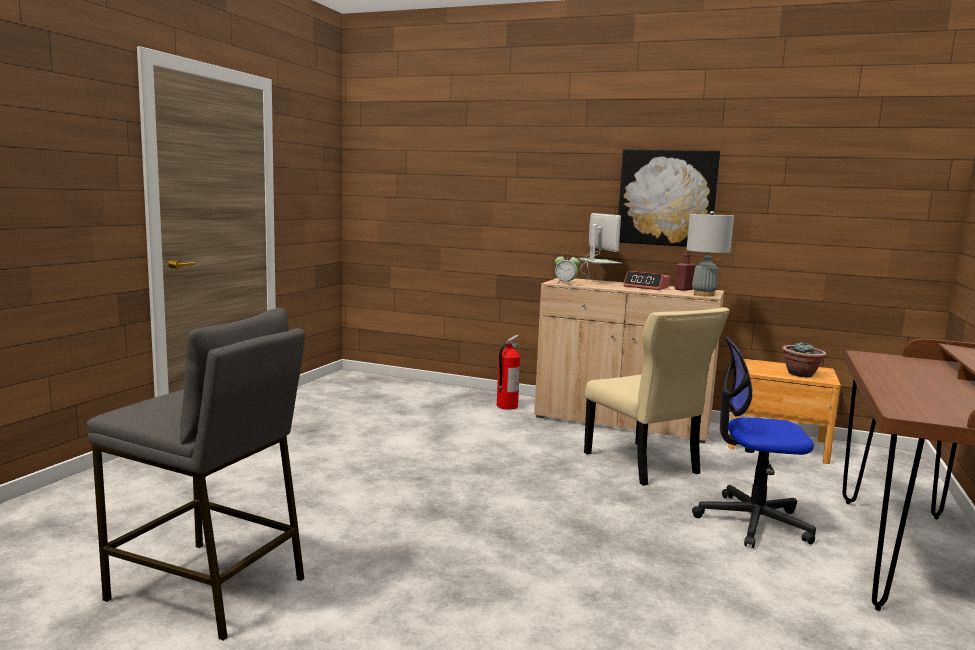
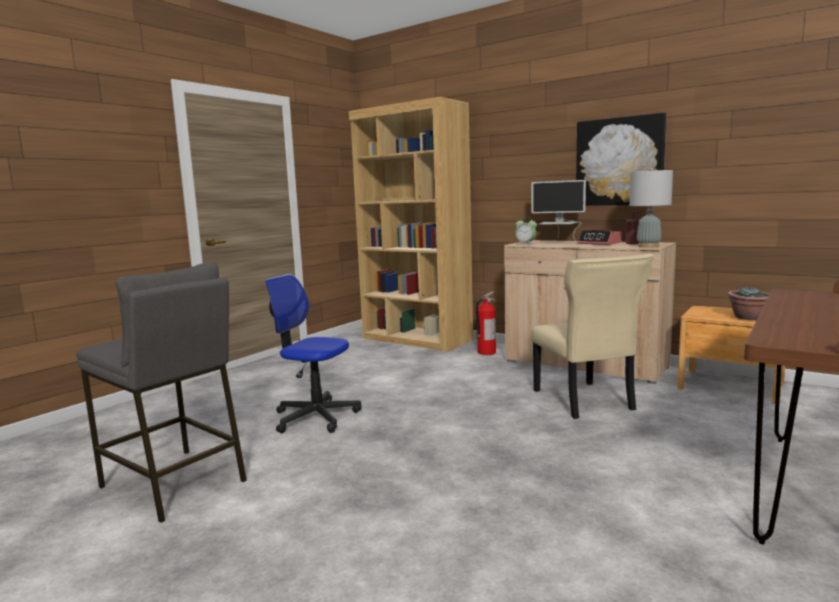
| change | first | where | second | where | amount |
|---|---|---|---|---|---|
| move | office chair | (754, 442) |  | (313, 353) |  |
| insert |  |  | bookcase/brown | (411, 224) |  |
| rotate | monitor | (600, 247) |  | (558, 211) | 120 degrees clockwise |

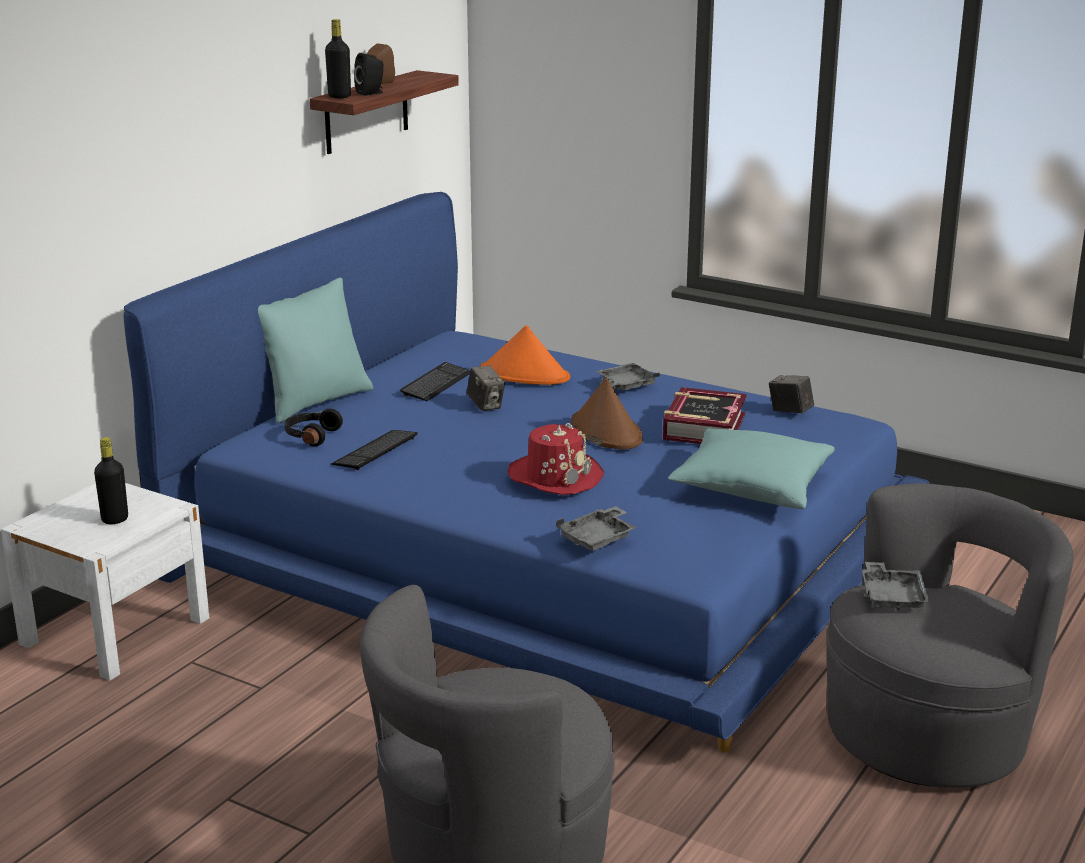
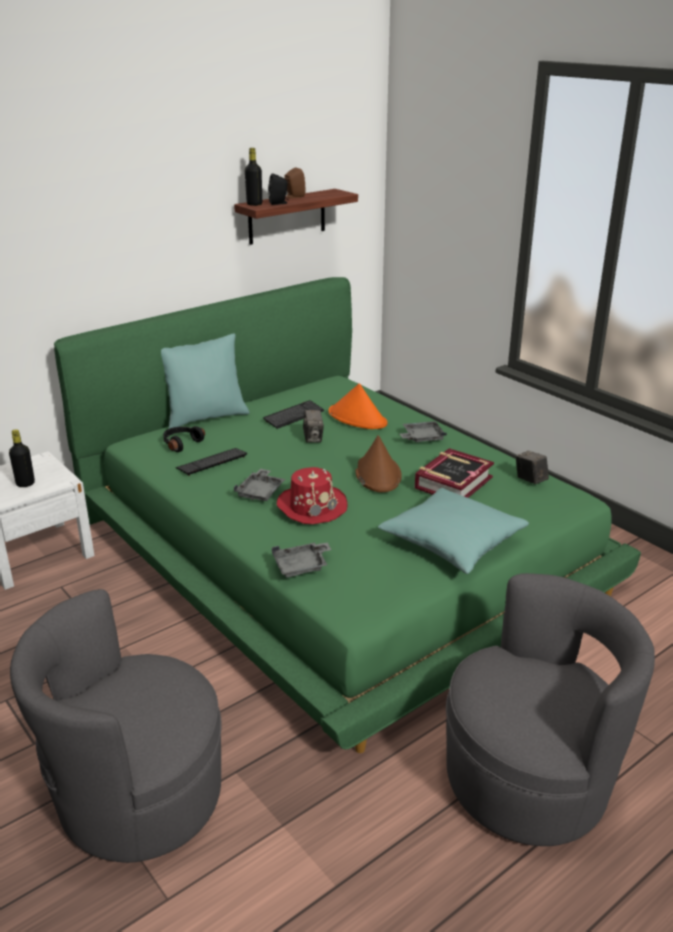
| change | first | where | second | where | amount |
|---|---|---|---|---|---|
| recolor | bed/blue | (526, 472) | bed/green | (347, 515) |  |
| move | tray/grey | (895, 586) |  | (259, 485) |  |

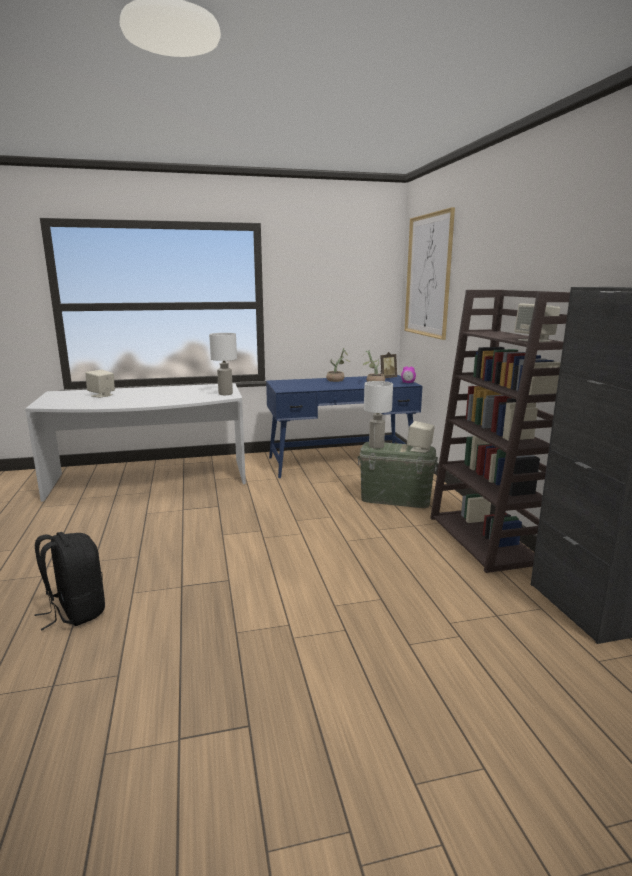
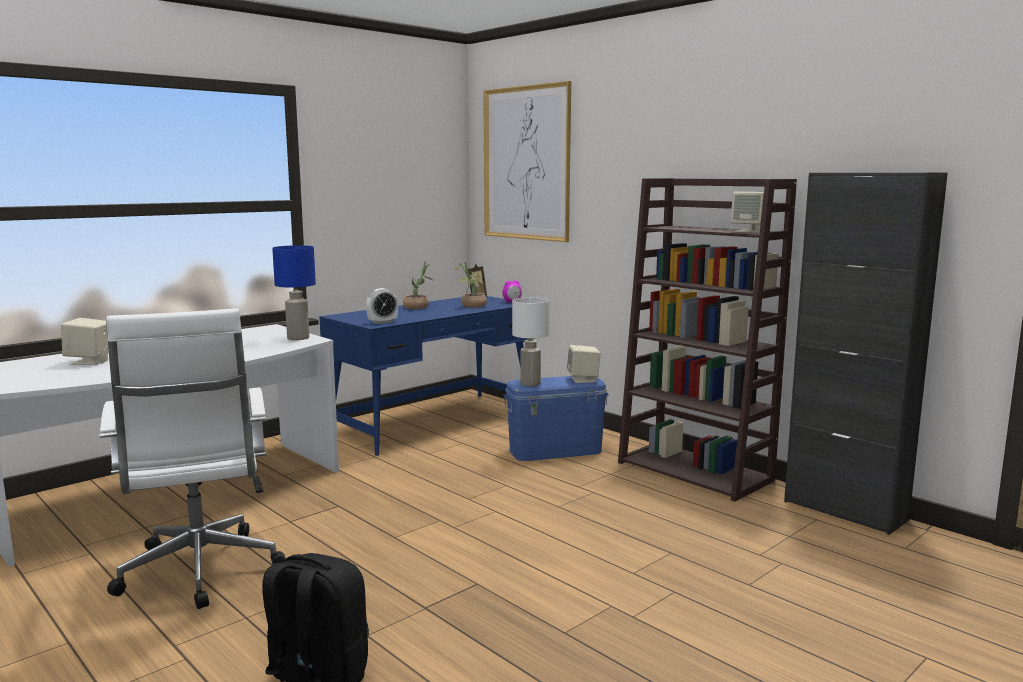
| change | first | where | second | where | amount |
|---|---|---|---|---|---|
| insert |  |  | office chair/white | (192, 458) |  |
| recolor | table lamp/white | (223, 364) | table lamp/blue | (294, 292) |  |
| insert |  |  | alarm clock | (382, 306) |  |
| recolor | storage box/green | (398, 475) | storage box/blue | (556, 418) |  |

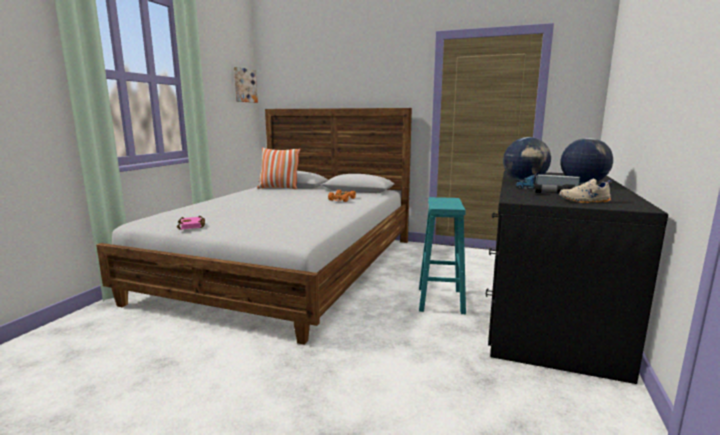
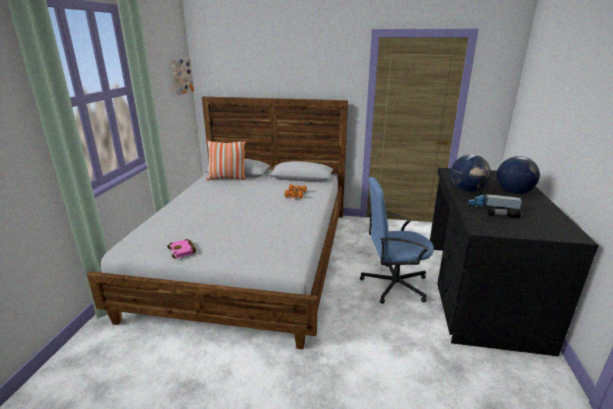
| change | first | where | second | where | amount |
|---|---|---|---|---|---|
| replace | stool/turquoise | (442, 255) | office chair/blue | (397, 240) |  |
| delete | shoe/beige | (585, 191) |  |  |  |

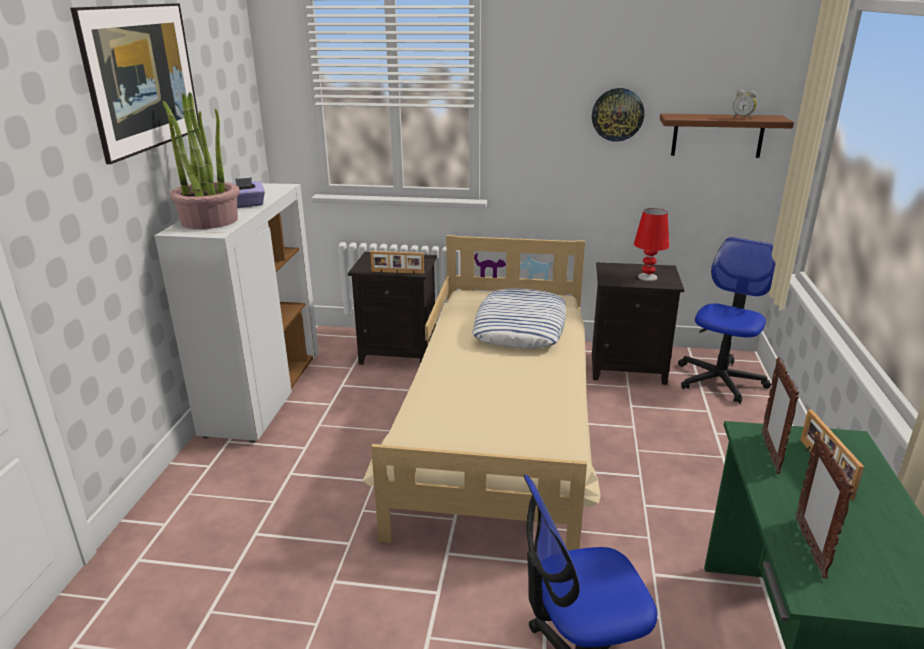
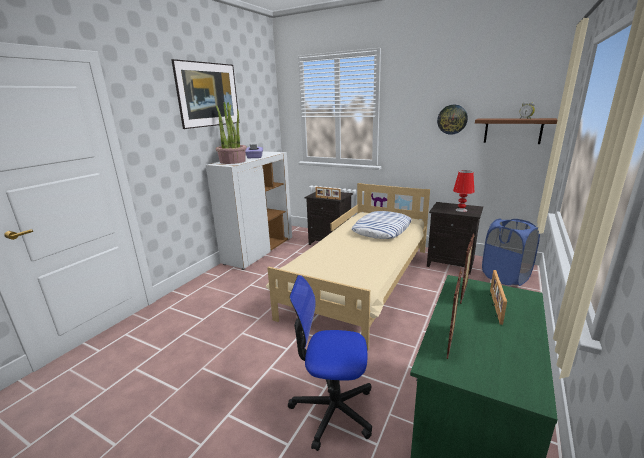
| change | first | where | second | where | amount |
|---|---|---|---|---|---|
| replace | office chair | (727, 320) | laundry basket/blue | (511, 252) |  |

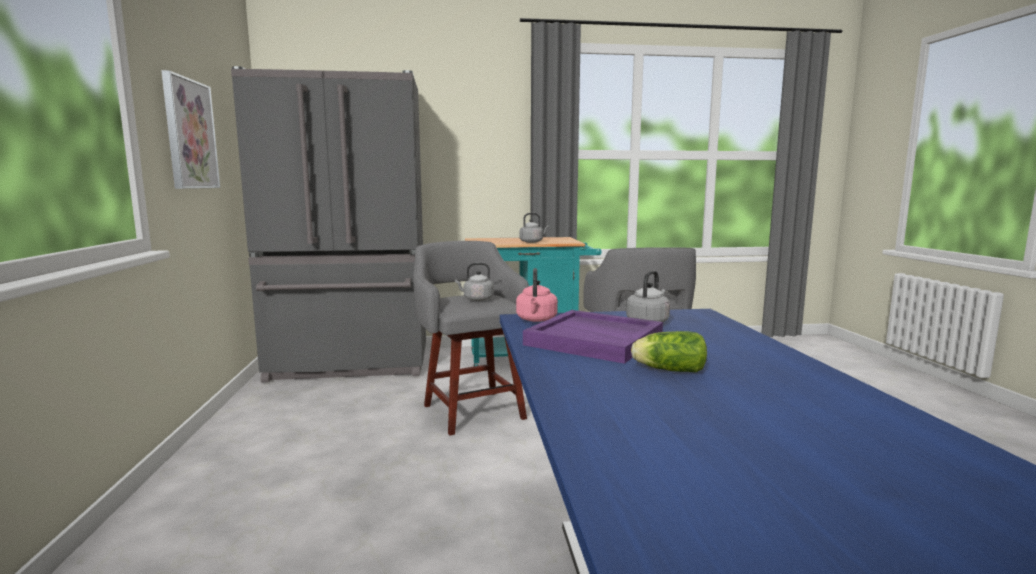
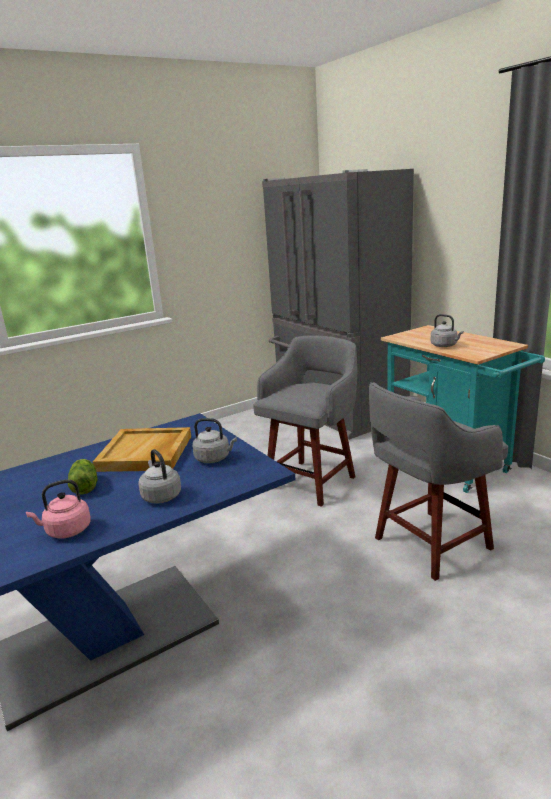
| change | first | where | second | where | amount |
|---|---|---|---|---|---|
| move | kettle/pink | (537, 295) |  | (58, 509) |  |
| recolor | tray/purple | (593, 337) | tray/beige | (142, 449) |  |
| move | kettle/grey | (474, 282) |  | (159, 476) |  |
| delete | picture | (190, 129) |  |  |  |

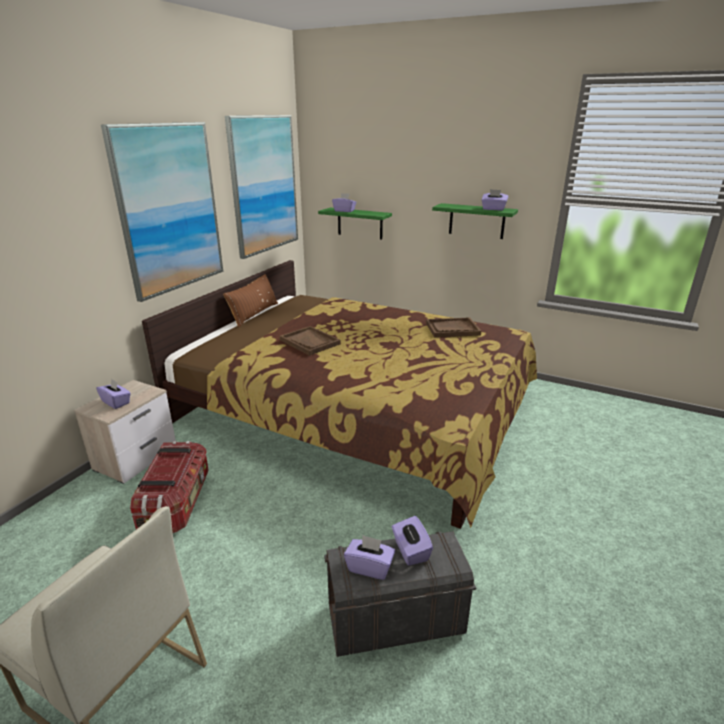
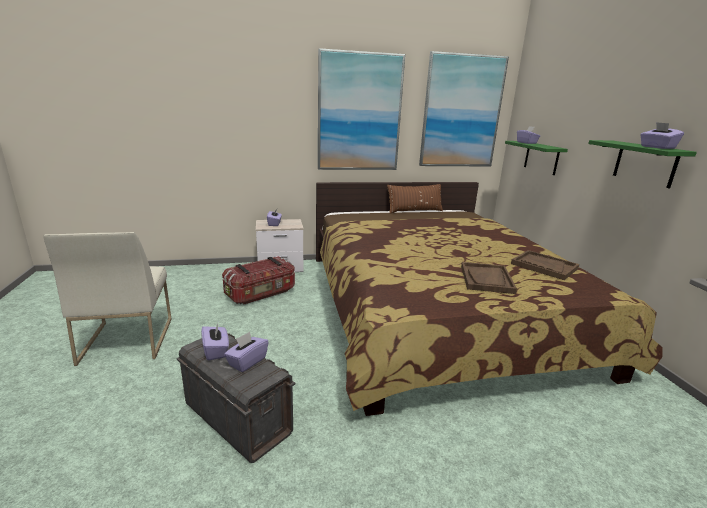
| change | first | where | second | where | amount |
|---|---|---|---|---|---|
| move | tray/brown | (310, 341) |  | (489, 278) |  |

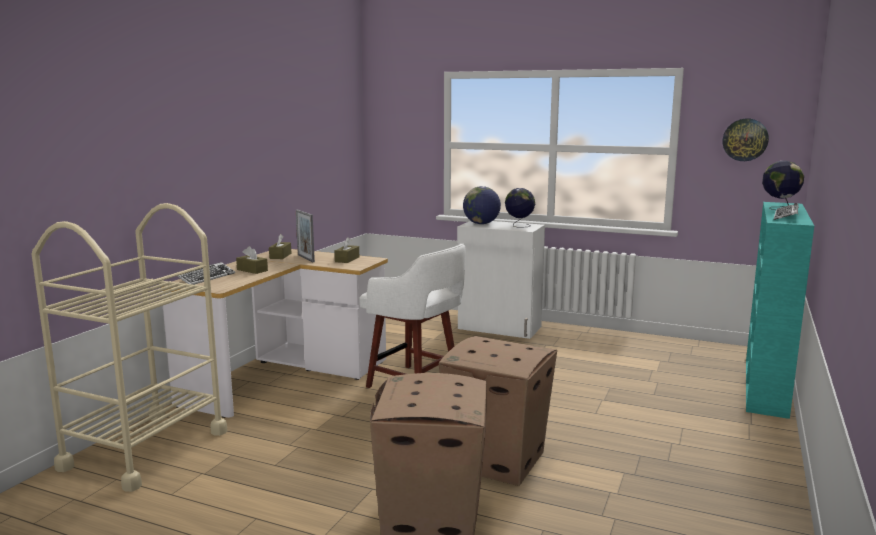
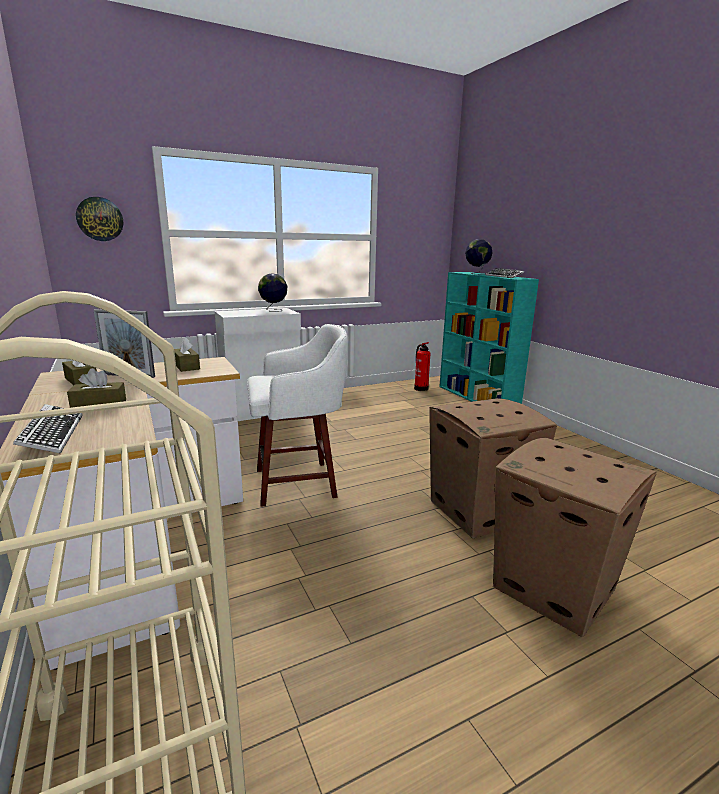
| change | first | where | second | where | amount |
|---|---|---|---|---|---|
| move | wall clock | (746, 139) |  | (99, 219) |  |
| insert |  |  | fire extinguisher | (422, 366) |  |
| delete | globe | (482, 205) |  |  |  |

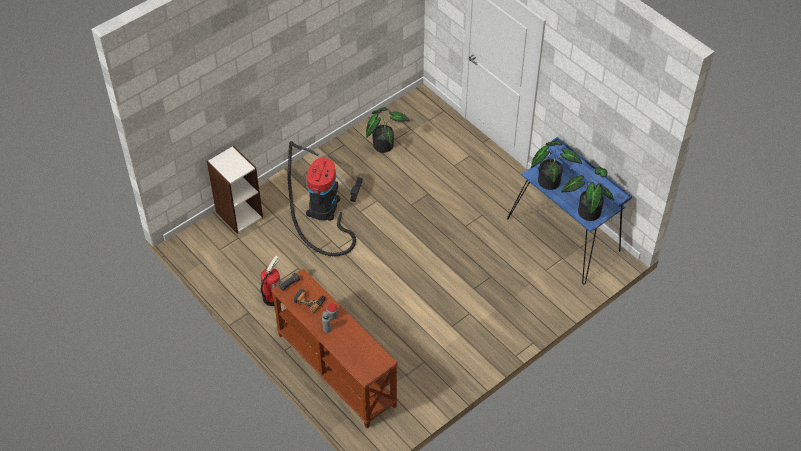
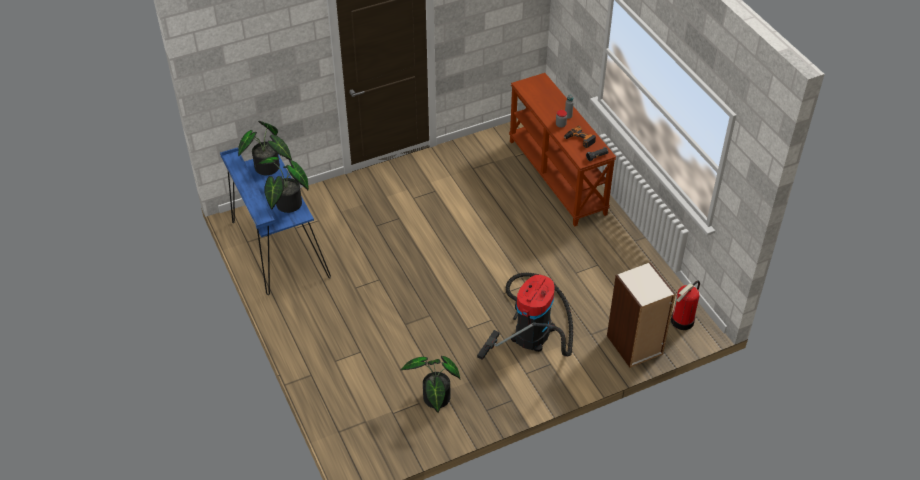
| change | first | where | second | where | amount |
|---|---|---|---|---|---|
| move | fire extinguisher | (270, 281) |  | (685, 305) |  |

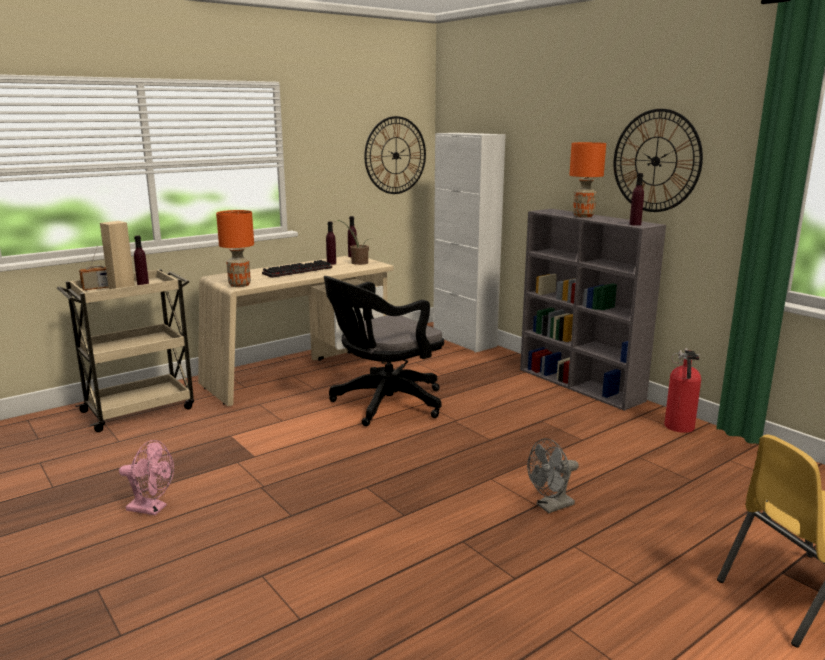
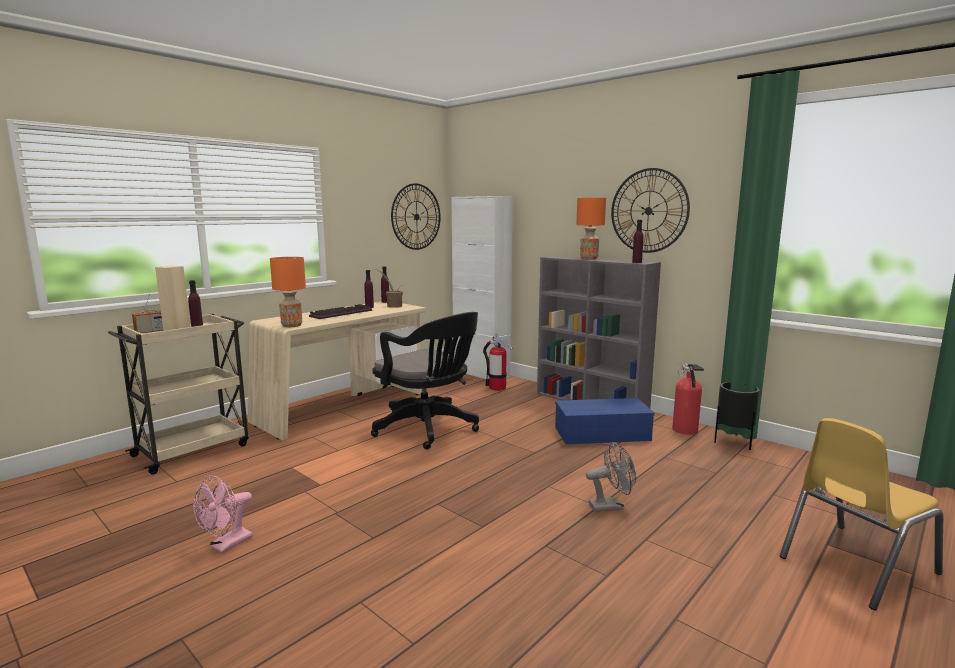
| change | first | where | second | where | amount |
|---|---|---|---|---|---|
| rotate | fan/pink | (146, 477) |  | (223, 514) | 120 degrees clockwise |
| rotate | office chair/black | (384, 351) |  | (425, 381) | 90 degrees counterclockwise |
| insert |  |  | fire extinguisher | (498, 362) |  |
| insert |  |  | storage box/blue | (605, 421) |  |
| rotate | fan/grey | (553, 475) |  | (611, 477) | 150 degrees counterclockwise |
| insert |  |  | planter/black | (737, 416) |  |

